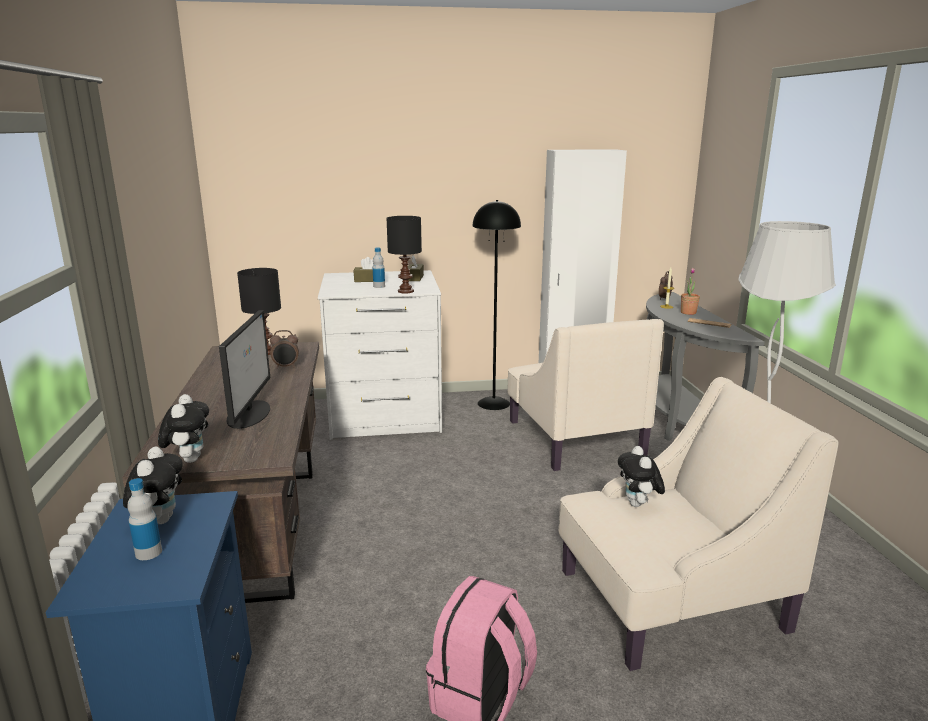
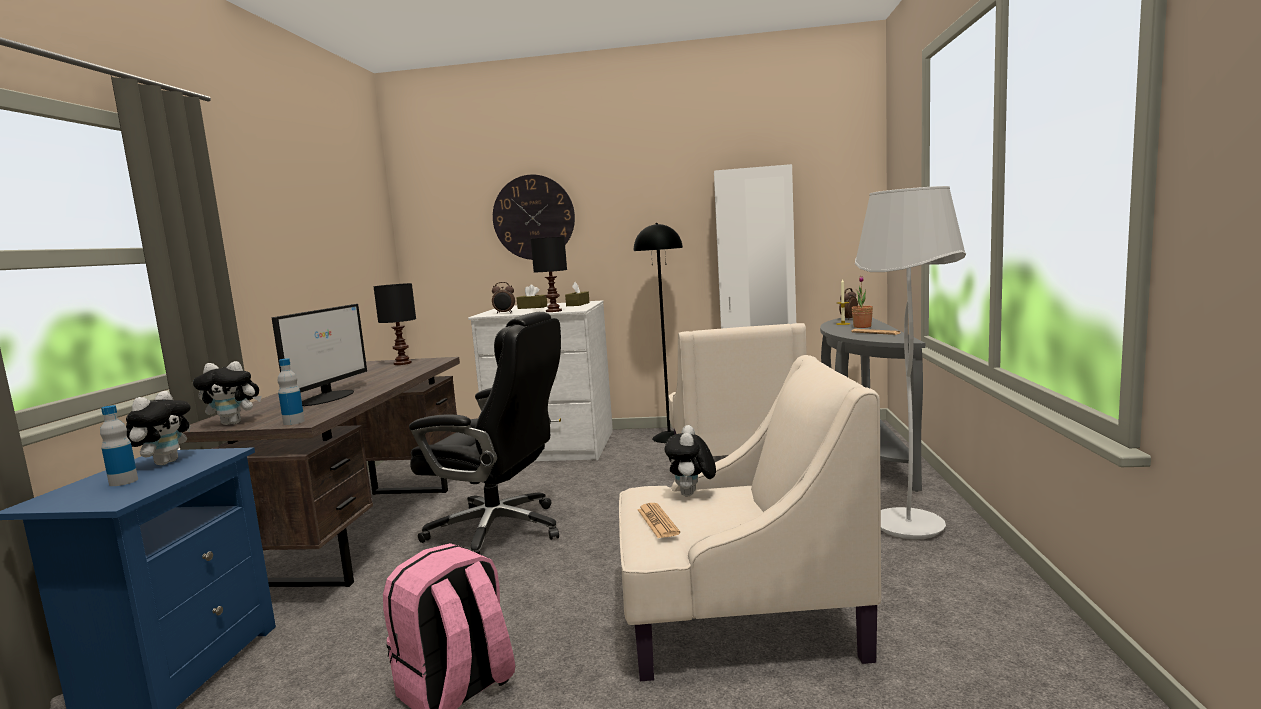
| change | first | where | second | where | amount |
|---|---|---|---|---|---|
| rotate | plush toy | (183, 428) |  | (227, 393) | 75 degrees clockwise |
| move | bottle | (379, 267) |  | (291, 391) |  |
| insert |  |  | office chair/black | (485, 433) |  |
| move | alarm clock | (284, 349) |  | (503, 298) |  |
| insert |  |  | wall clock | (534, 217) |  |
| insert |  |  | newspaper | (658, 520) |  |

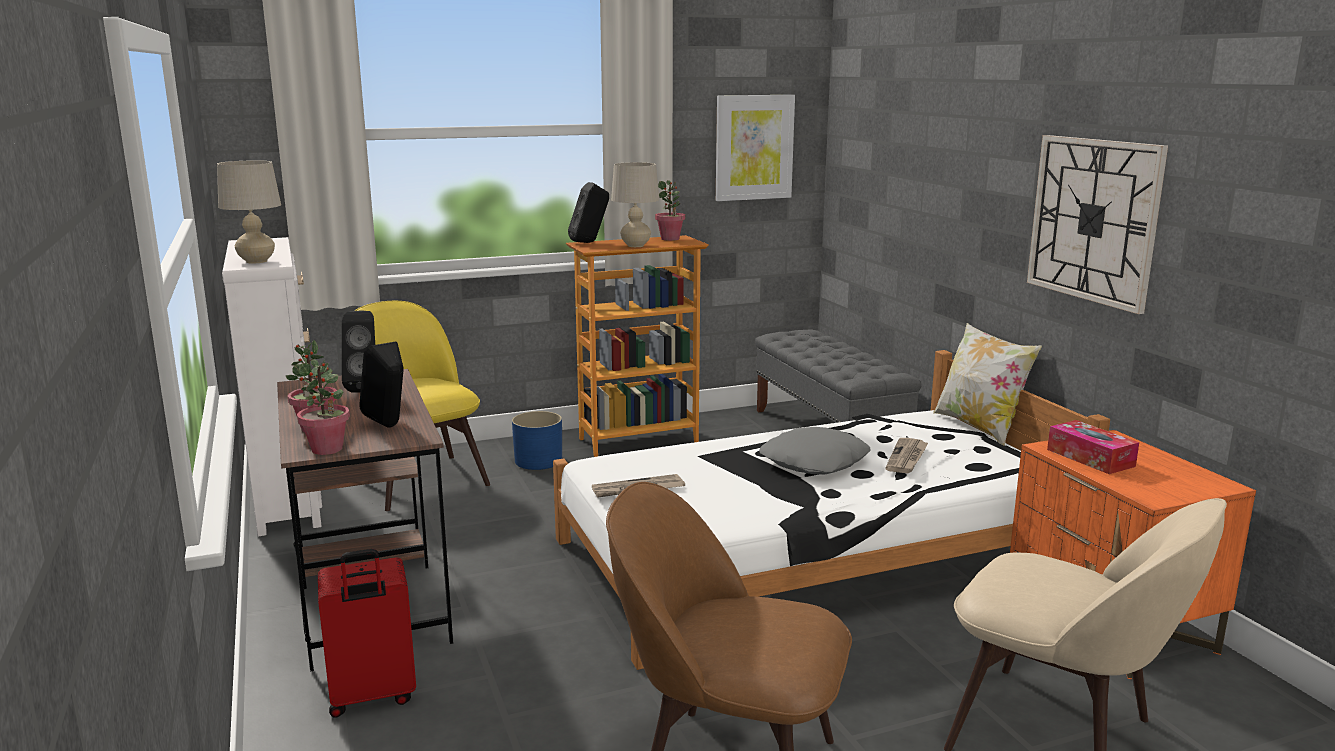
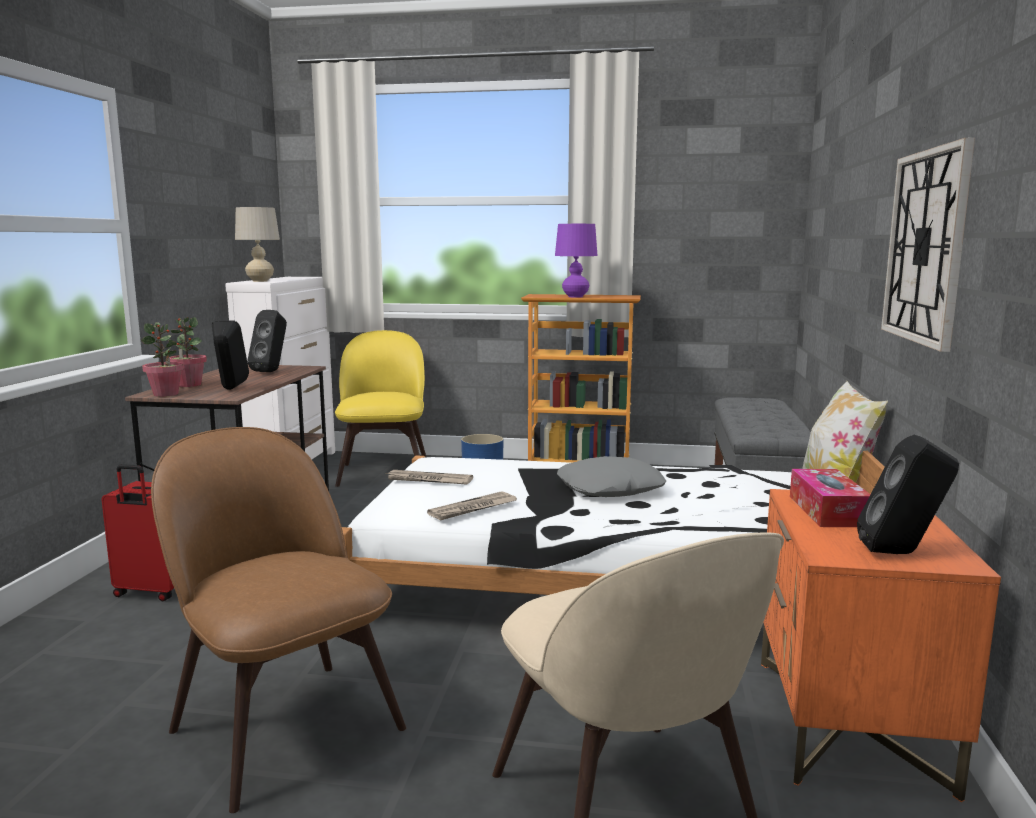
| change | first | where | second | where | amount |
|---|---|---|---|---|---|
| move | newspaper | (906, 456) |  | (472, 505) |  |
| recolor | table lamp/beige | (635, 204) | table lamp/purple | (576, 261) |  |
| move | speaker/black | (588, 212) |  | (908, 494) |  |
| delete | potted plant | (670, 210) |  |  |  |
| delete | picture | (755, 148) |  |  |  |

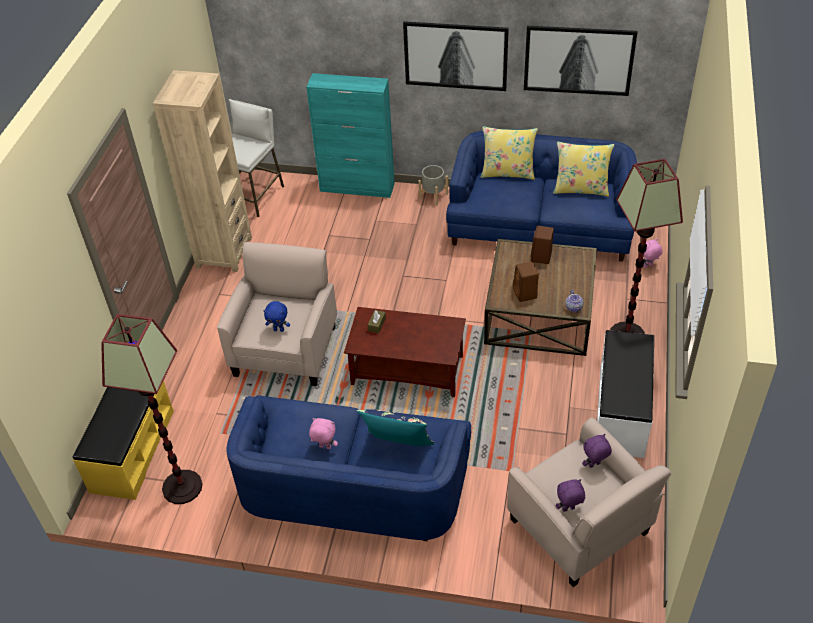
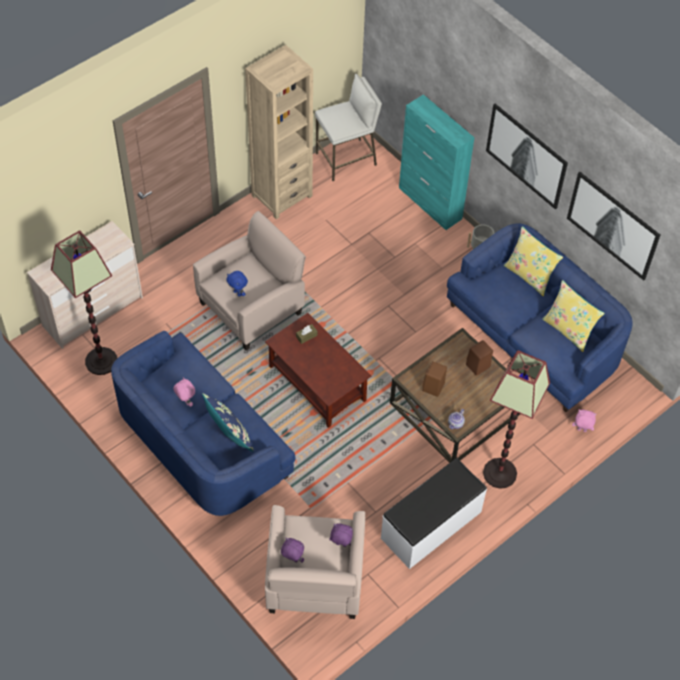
| change | first | where | second | where | amount |
|---|---|---|---|---|---|
| replace | bench/yellow | (123, 440) | dresser/beige | (85, 285) |  |

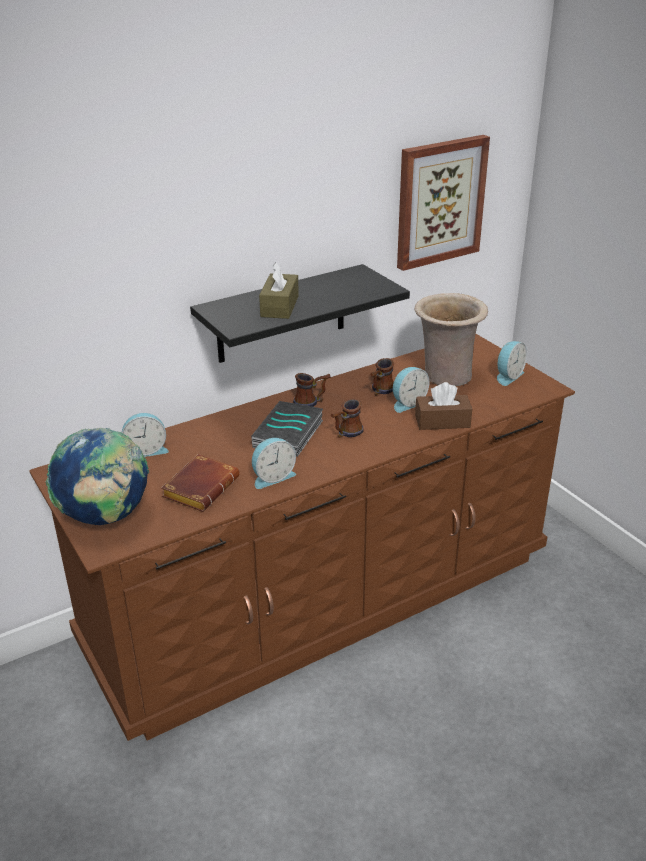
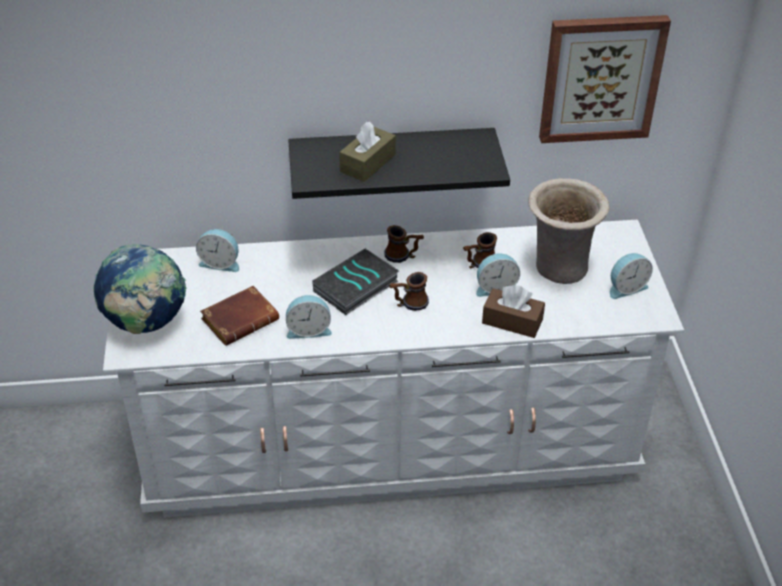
| change | first | where | second | where | amount |
|---|---|---|---|---|---|
| recolor | dresser/brown | (302, 537) | dresser/white | (393, 369) |  |

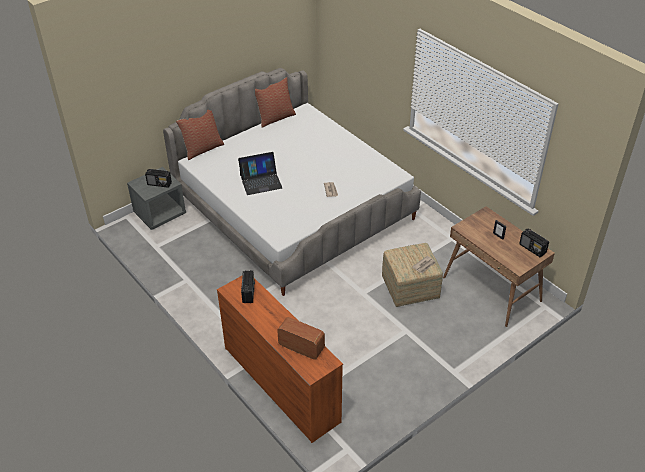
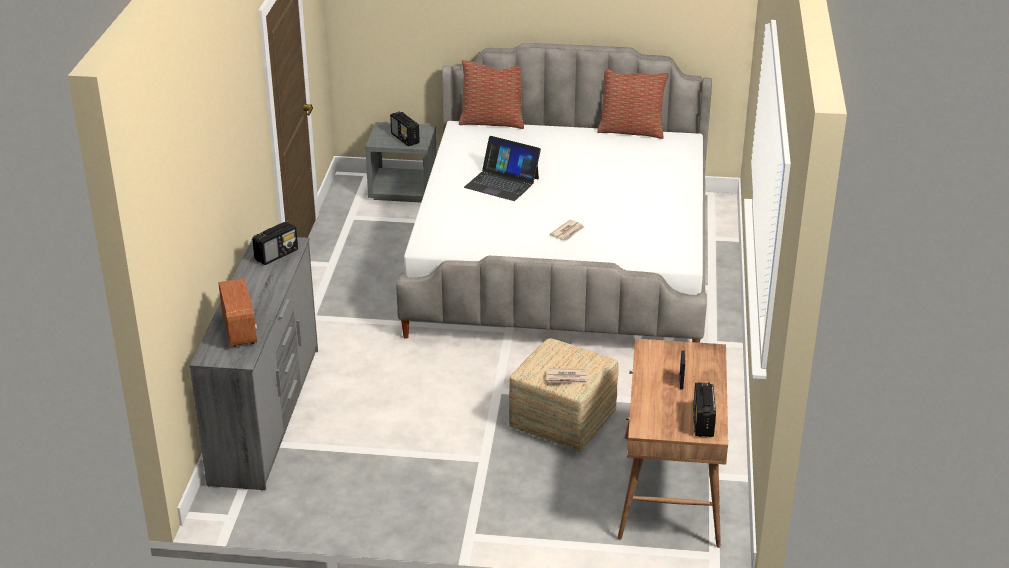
| change | first | where | second | where | amount |
|---|---|---|---|---|---|
| recolor | dresser/orange | (280, 359) | dresser/grey | (253, 363) |  |

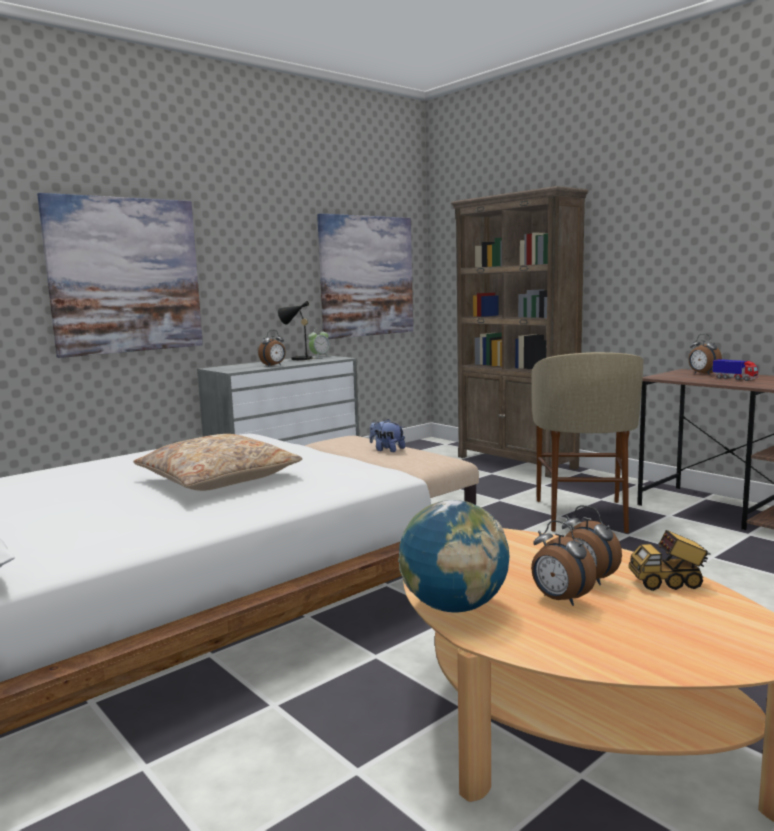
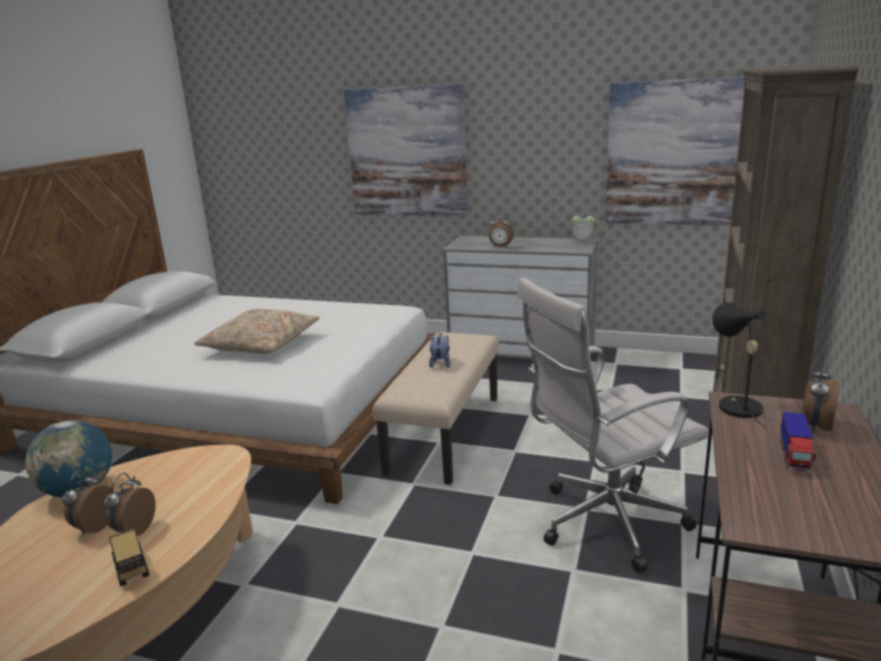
| change | first | where | second | where | amount |
|---|---|---|---|---|---|
| replace | stool/beige | (587, 442) | office chair/white | (613, 425) |  |
| move | table lamp/black | (300, 330) |  | (739, 365) |  |

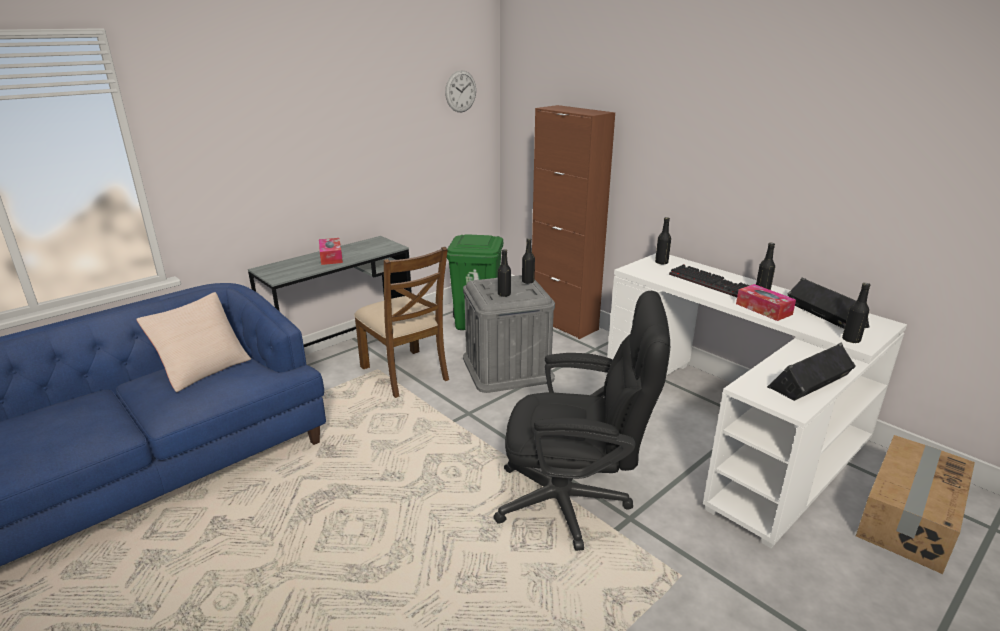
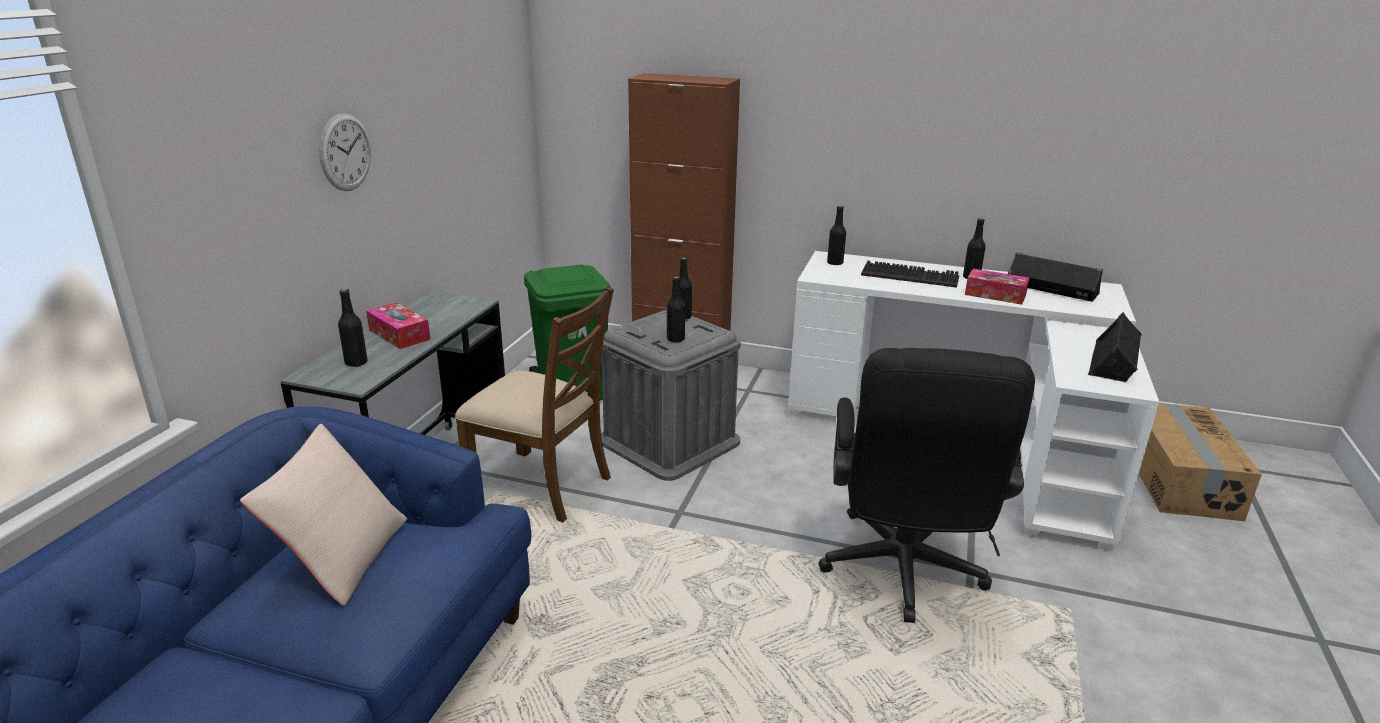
| change | first | where | second | where | amount |
|---|---|---|---|---|---|
| move | wall clock | (460, 91) |  | (345, 152) |  |
| move | bottle/black | (856, 313) |  | (353, 328) |  |
| rotate | office chair/black | (582, 421) |  | (927, 485) | 120 degrees clockwise |

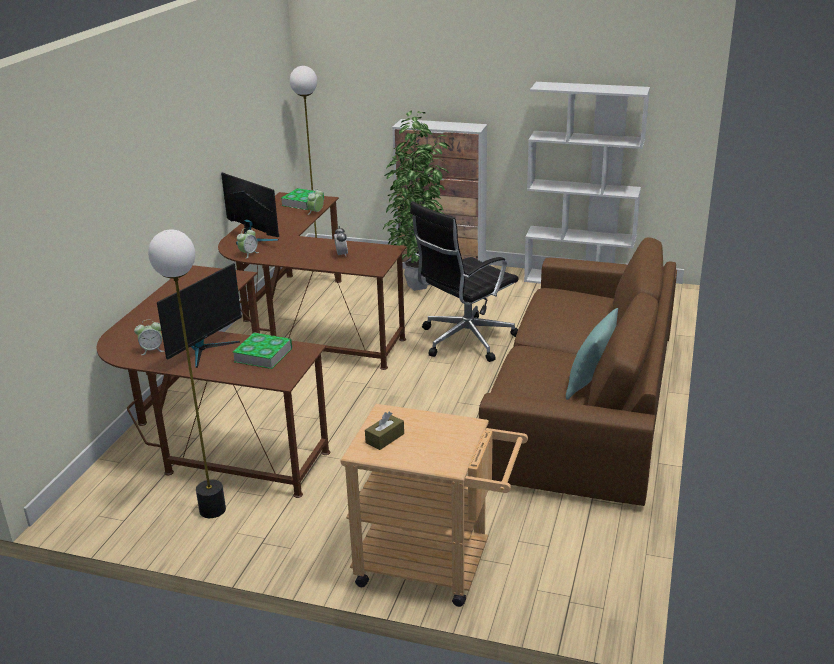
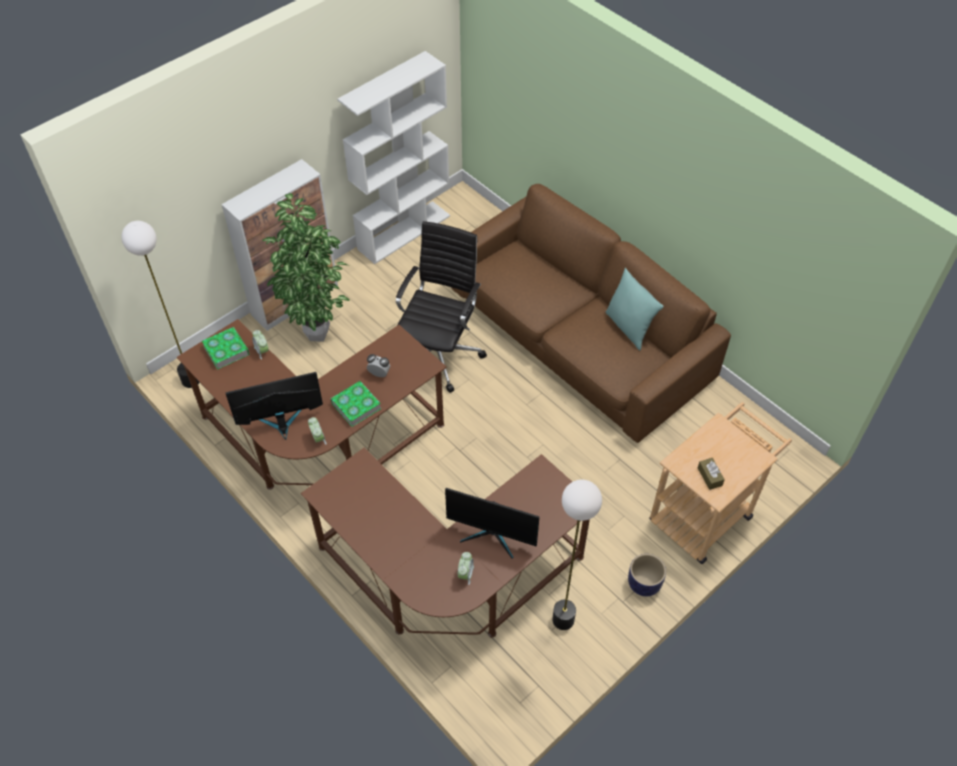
| change | first | where | second | where | amount |
|---|---|---|---|---|---|
| move | book | (262, 350) |  | (356, 404) |  |
| rotate | office chair/black | (464, 281) |  | (441, 307) | 150 degrees counterclockwise |
| rotate | monitor | (199, 315) |  | (492, 523) | 135 degrees clockwise |
| insert |  |  | planter | (647, 575) |  |

